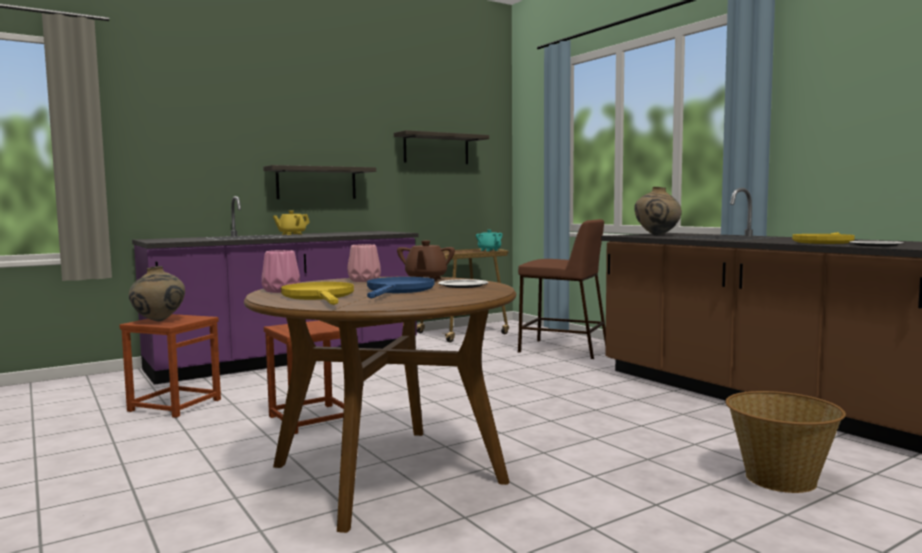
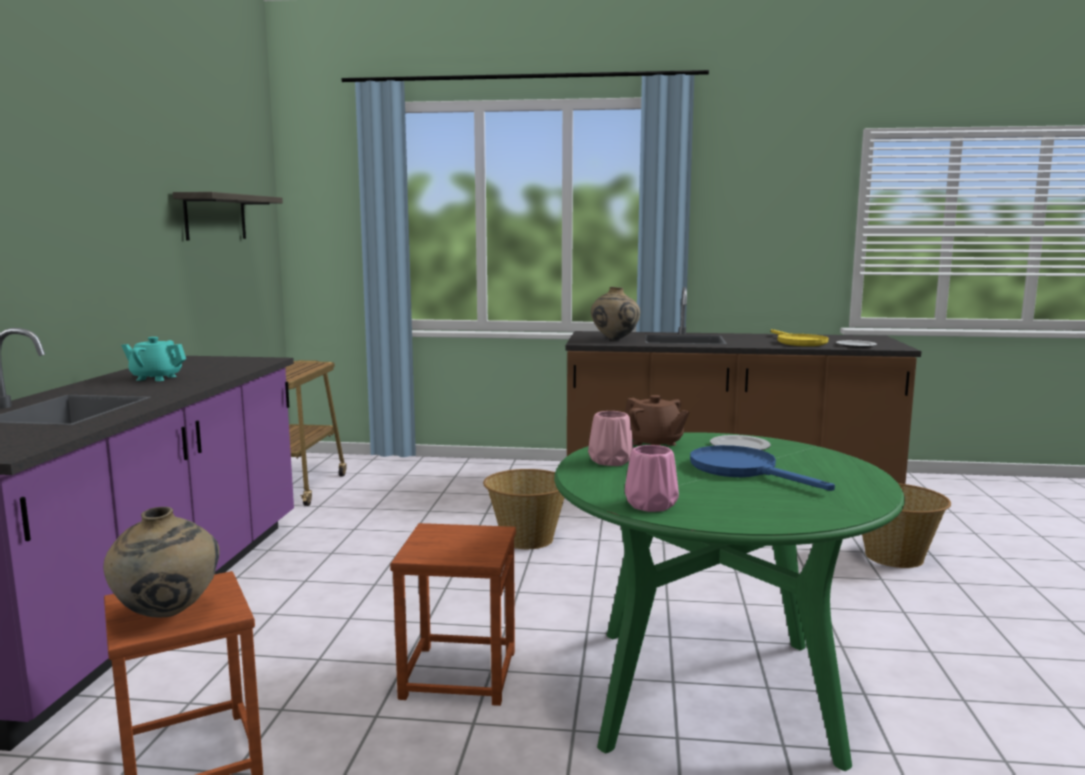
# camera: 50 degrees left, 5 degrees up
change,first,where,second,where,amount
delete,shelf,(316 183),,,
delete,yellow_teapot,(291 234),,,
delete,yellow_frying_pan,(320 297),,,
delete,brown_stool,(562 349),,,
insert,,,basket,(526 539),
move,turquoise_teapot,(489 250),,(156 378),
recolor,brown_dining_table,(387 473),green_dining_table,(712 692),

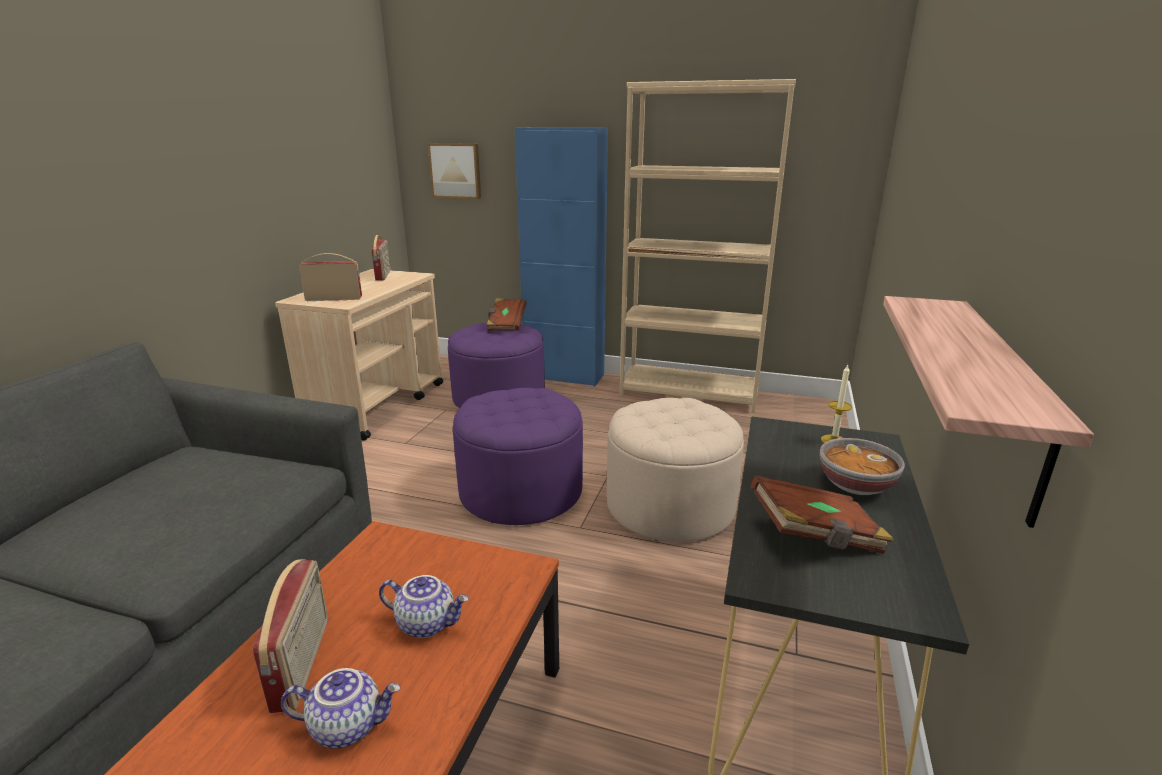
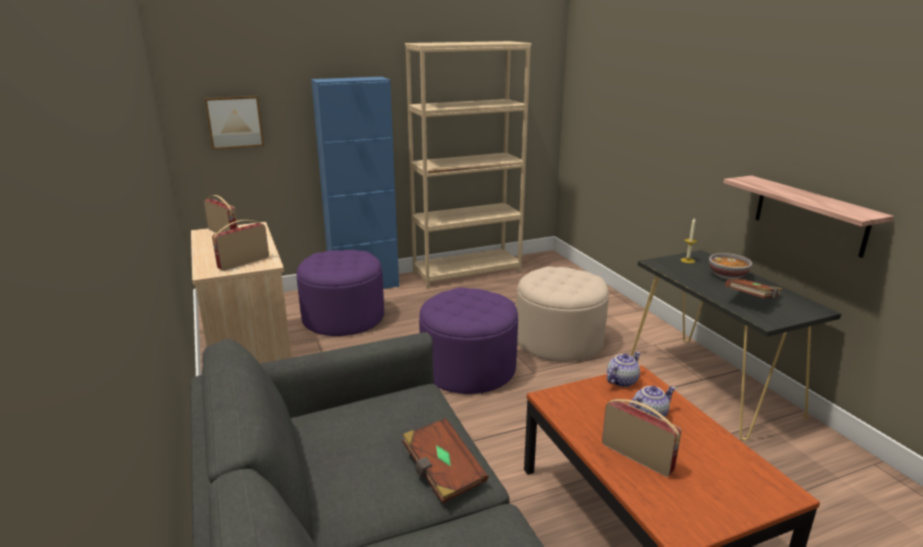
# camera: 40 degrees left, 0 degrees up
change,first,where,second,where,amount
move,teapot,(348 725),,(621 380),
move,brown_book,(506 324),,(443 473),

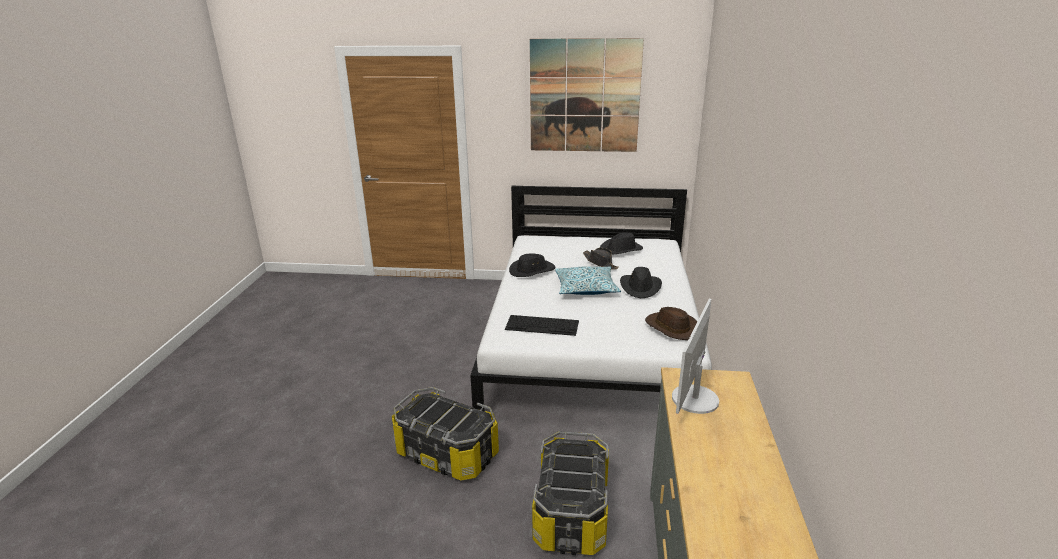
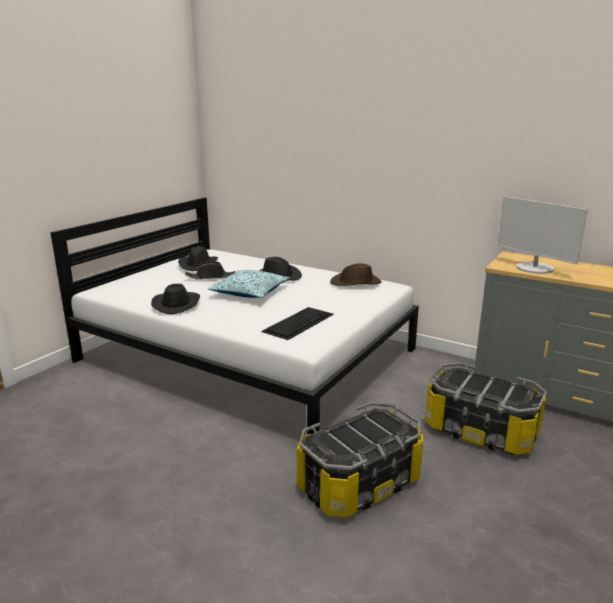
# camera: 65 degrees left, 5 degrees down
change,first,where,second,where,amount
delete,picture,(584 96),,,

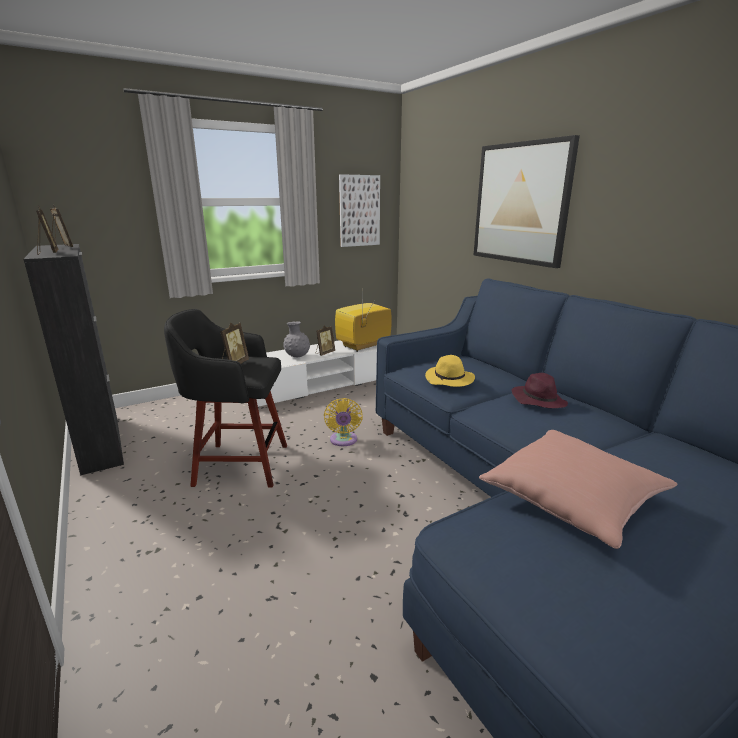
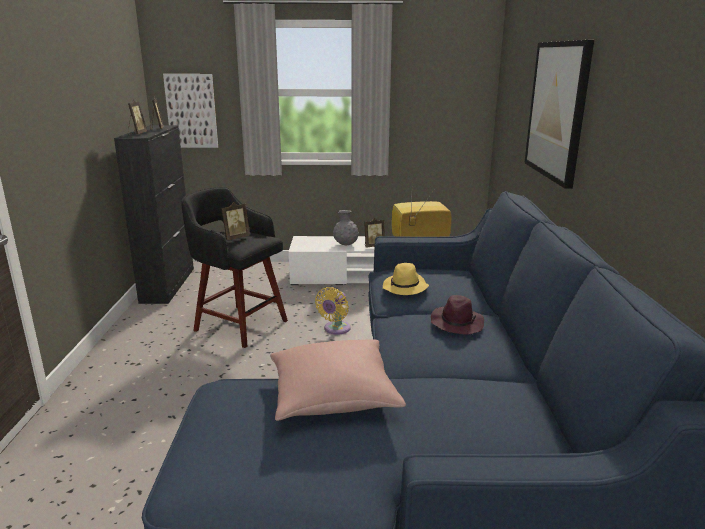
# camera: 30 degrees right, 0 degrees up
change,first,where,second,where,amount
move,picture,(359 211),,(191 111),

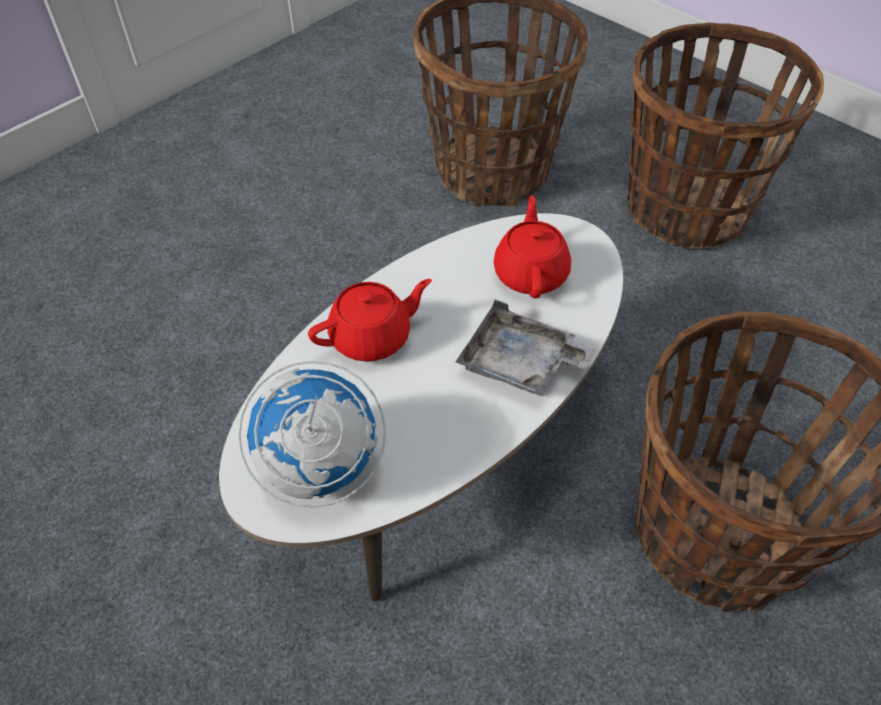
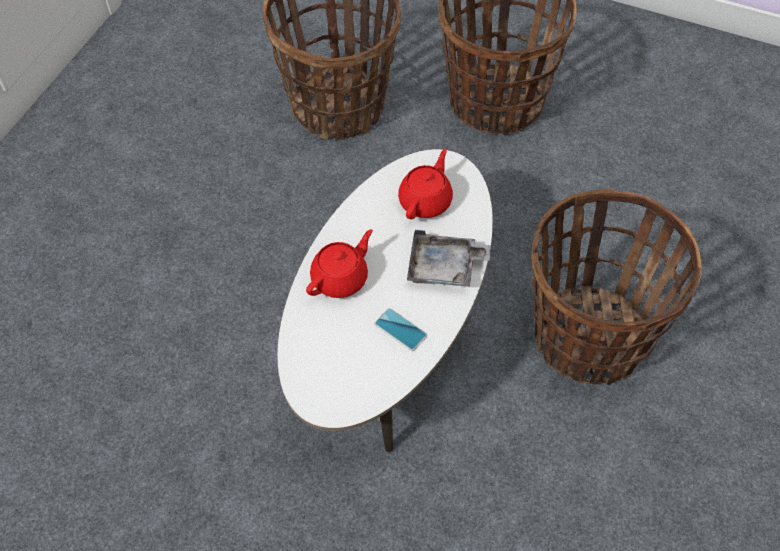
# camera: 20 degrees left, 5 degrees up
change,first,where,second,where,amount
delete,globe,(319 468),,,
insert,,,phone,(400 330),
rotate,red_teapot,(531 273),,(426 201),45 degrees clockwise

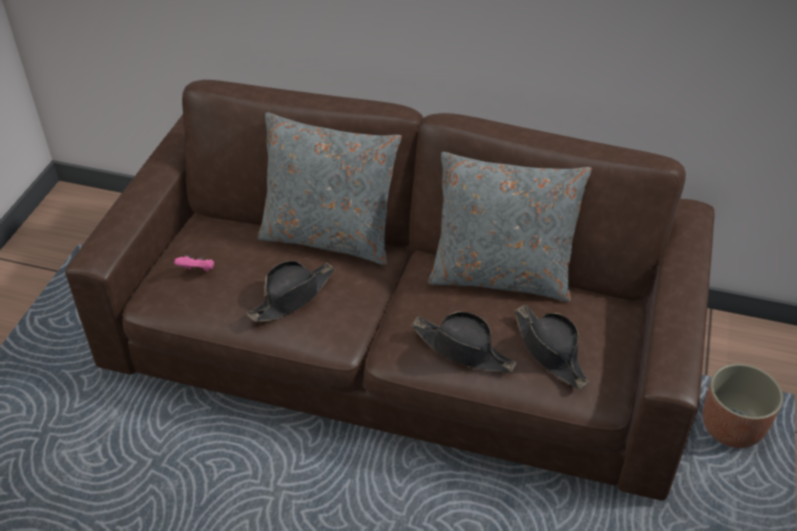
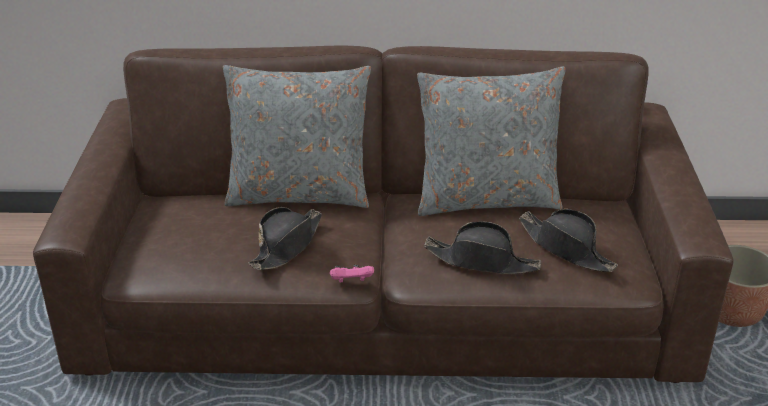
# camera: 15 degrees left, 10 degrees down
change,first,where,second,where,amount
move,pink_game_controller,(197 270),,(351 282),

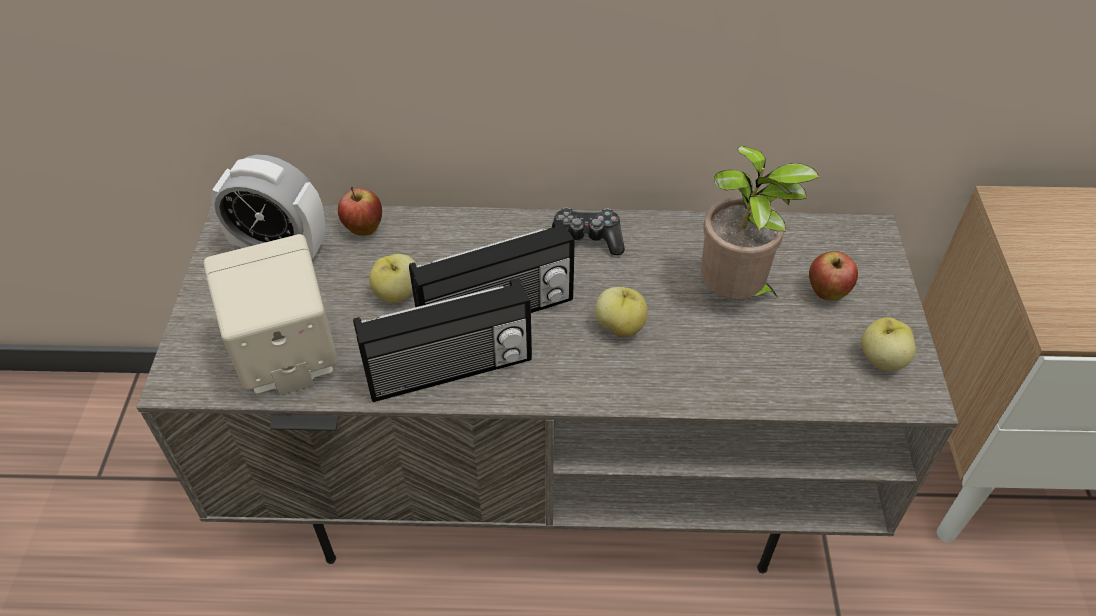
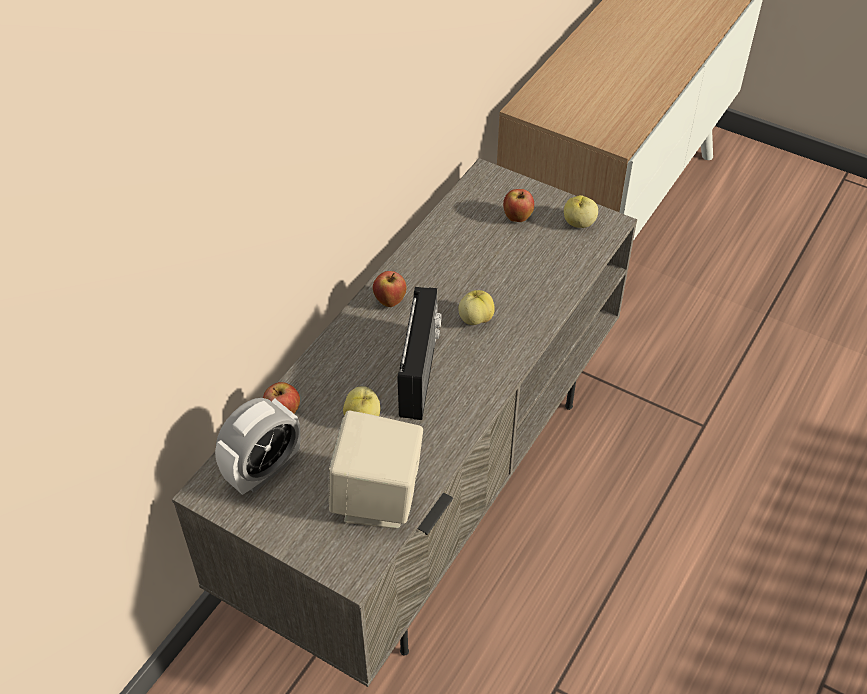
# camera: 60 degrees left, 0 degrees up
change,first,where,second,where,amount
delete,radio,(450 371),,,
delete,potted_plant,(734 295),,,
replace,game_controller,(586 240),apple,(390 301),

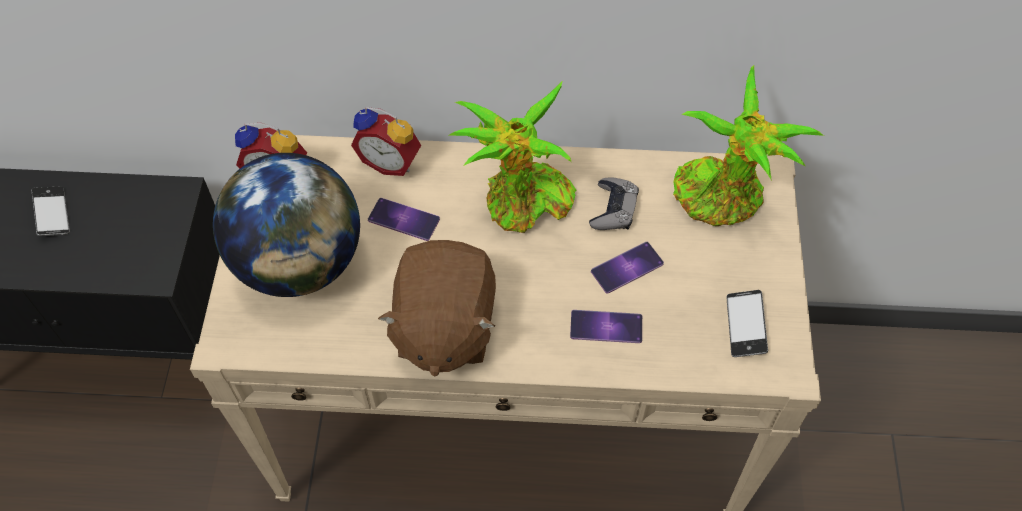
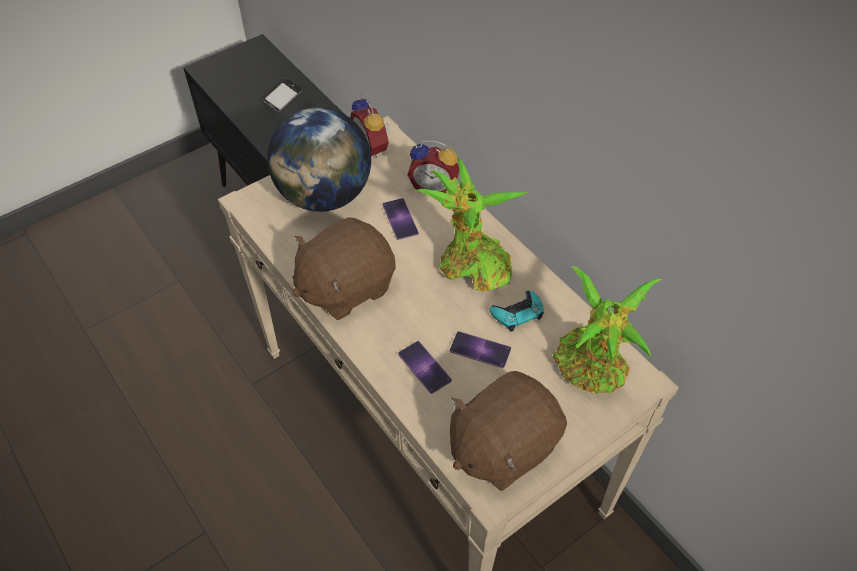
# camera: 50 degrees right, 5 degrees down
change,first,where,second,where,amount
replace,phone,(745 326),brown_plush_toy,(502 446),
recolor,grey_game_controller,(613 209),turquoise_game_controller,(517 313),
rotate,alarm_clock,(391 161),,(434 186),60 degrees counterclockwise

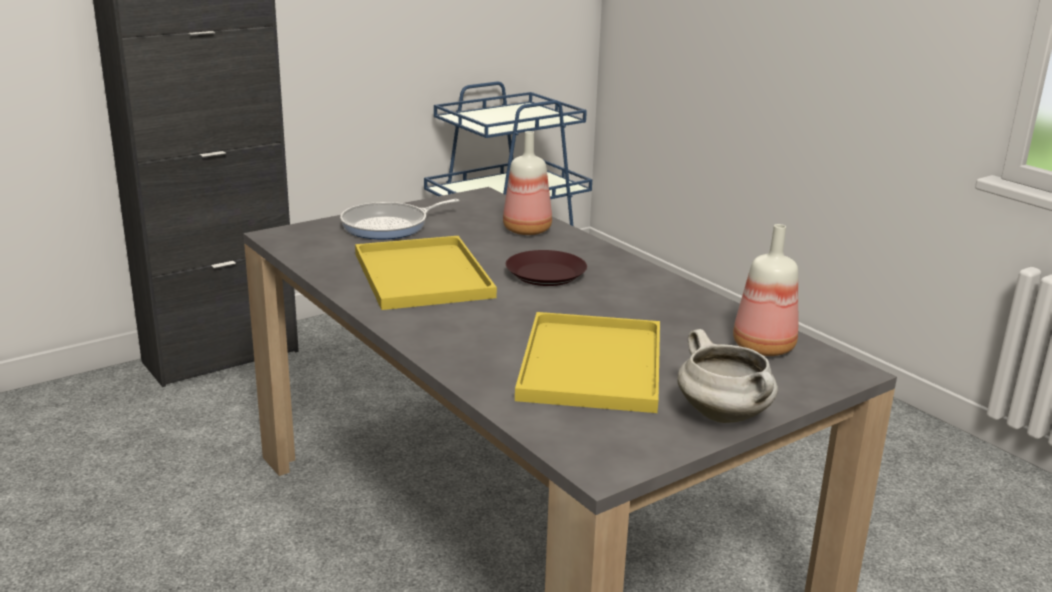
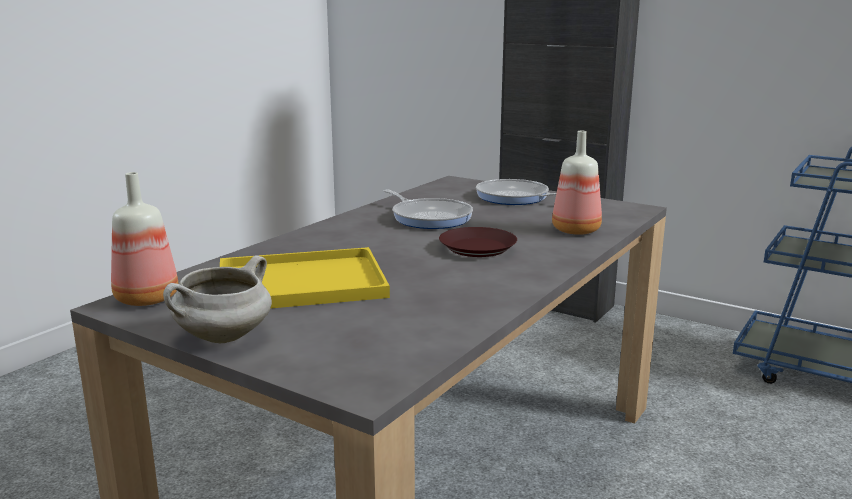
# camera: 70 degrees right, 5 degrees down
change,first,where,second,where,amount
move,bottle,(762 348),,(145 298),
replace,yellow_tray,(420 274),frying_pan,(429 217),

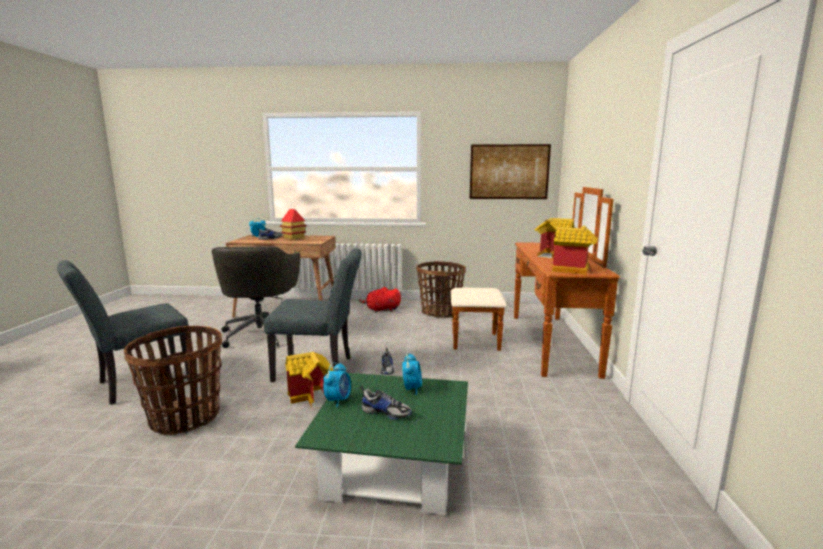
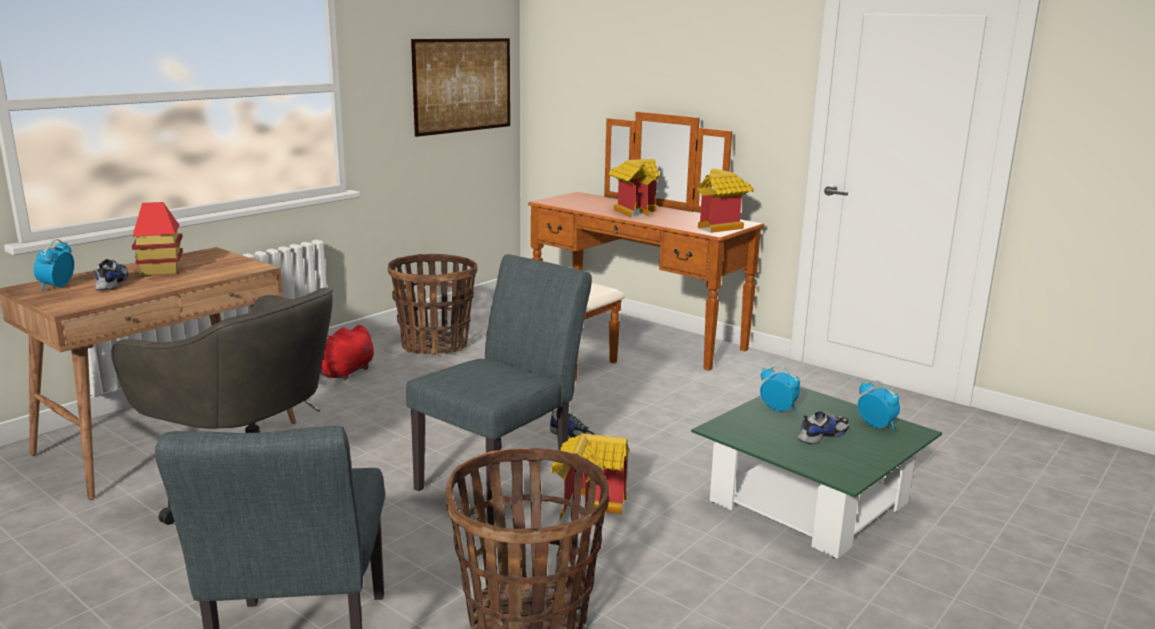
# camera: 55 degrees left, 5 degrees up
change,first,where,second,where,amount
move,alarm_clock,(338 400),,(876 426),

